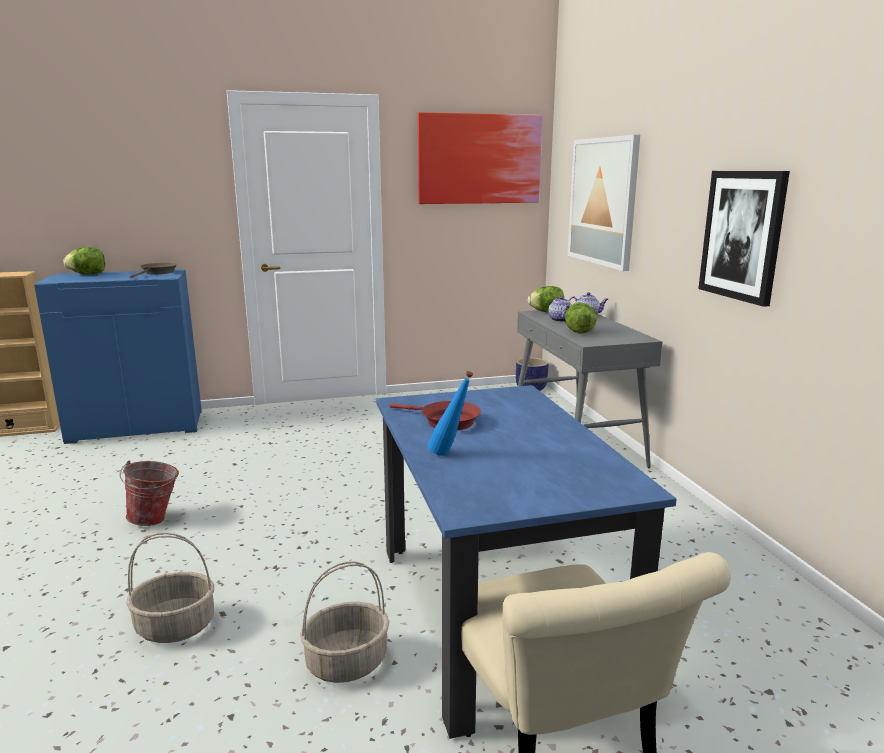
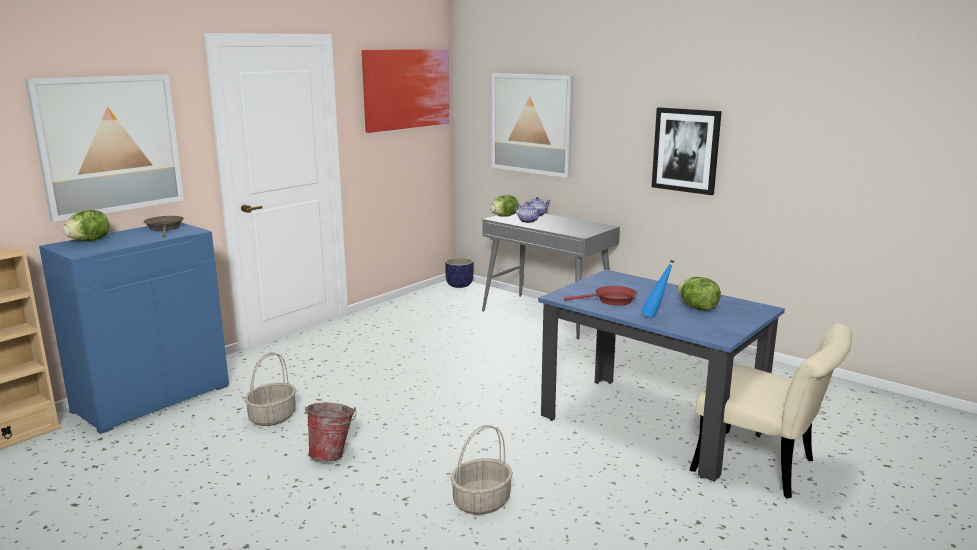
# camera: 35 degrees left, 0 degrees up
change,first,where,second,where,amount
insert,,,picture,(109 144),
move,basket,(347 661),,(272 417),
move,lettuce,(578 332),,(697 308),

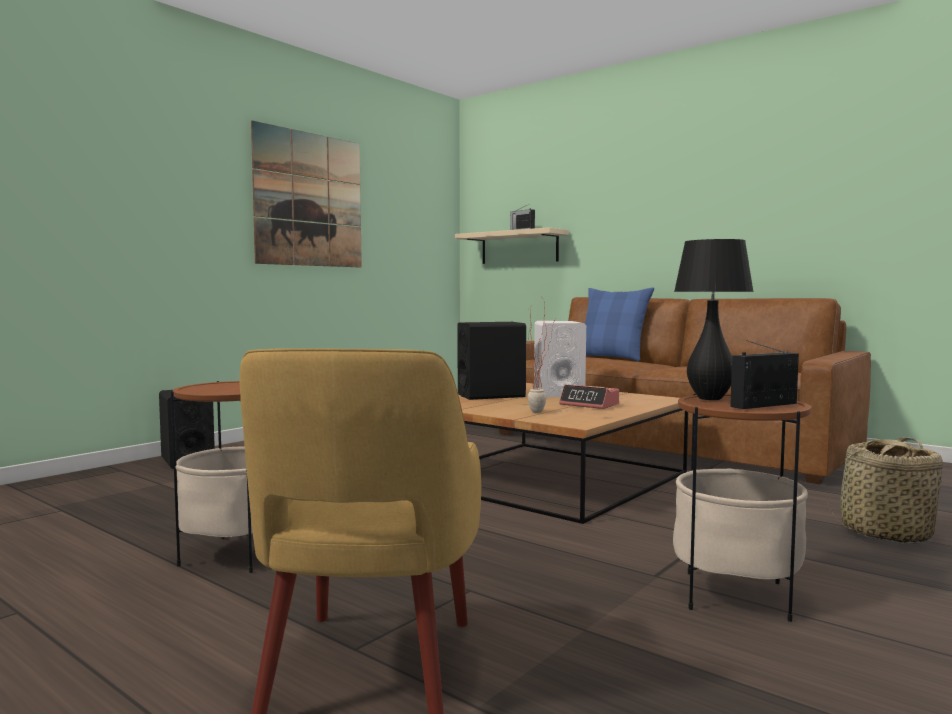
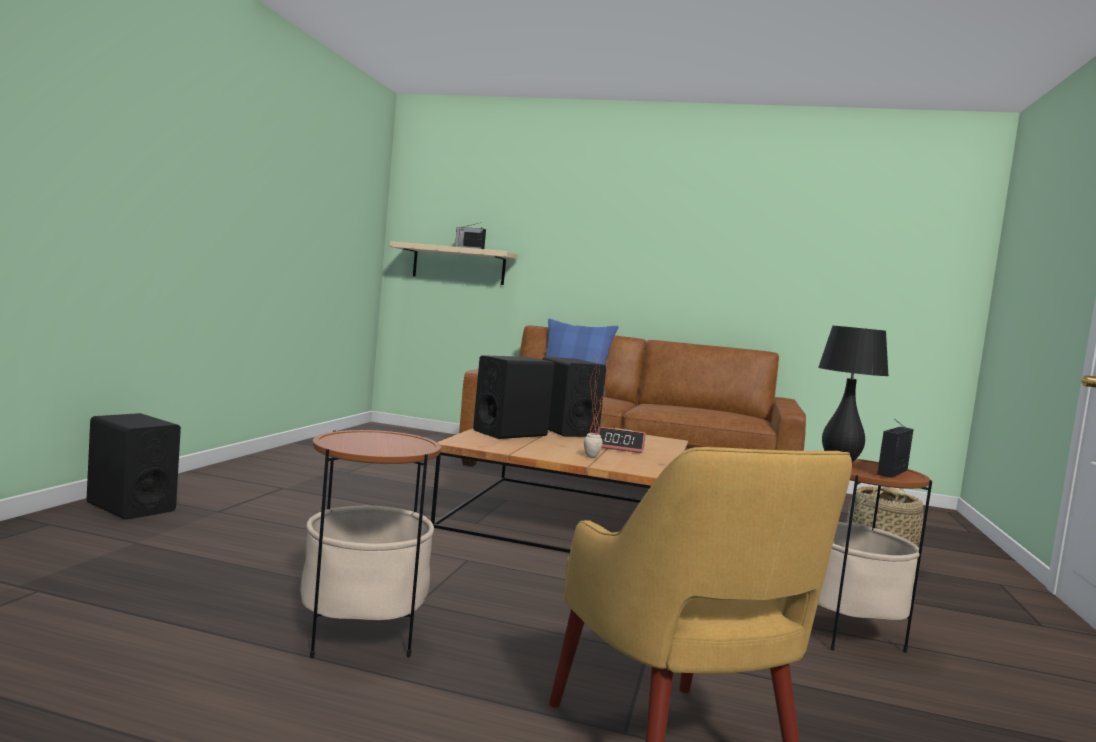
# camera: 25 degrees left, 0 degrees up
change,first,where,second,where,amount
delete,picture,(309 200),,,
recolor,white_speaker,(558 393),black_speaker,(566 431),

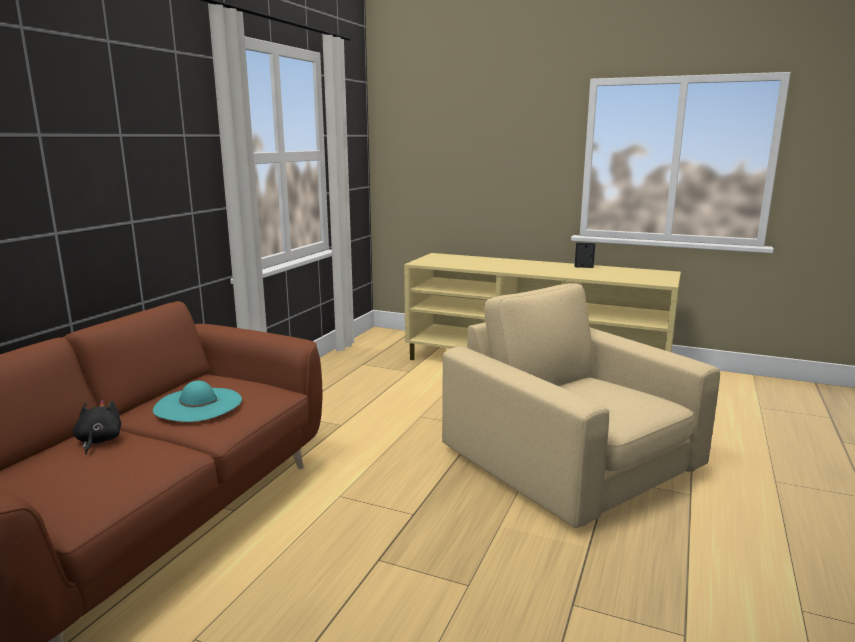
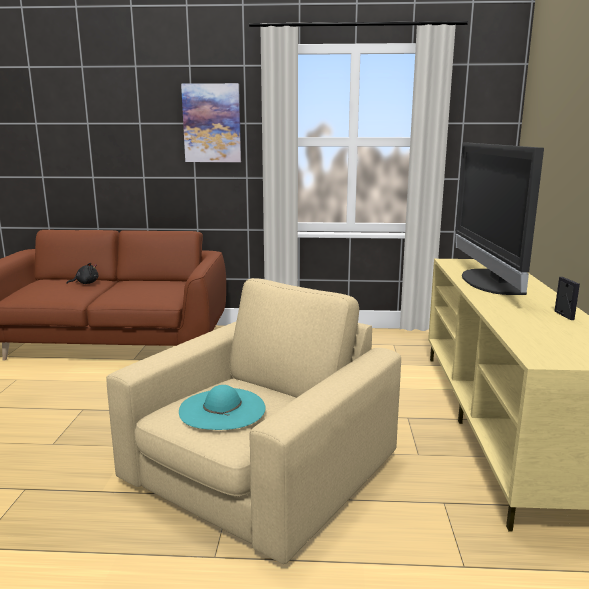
# camera: 70 degrees right, 0 degrees up
change,first,where,second,where,amount
insert,,,picture,(212 123),
insert,,,television,(487 282),
move,turquoise_hat,(198 404),,(222 409),

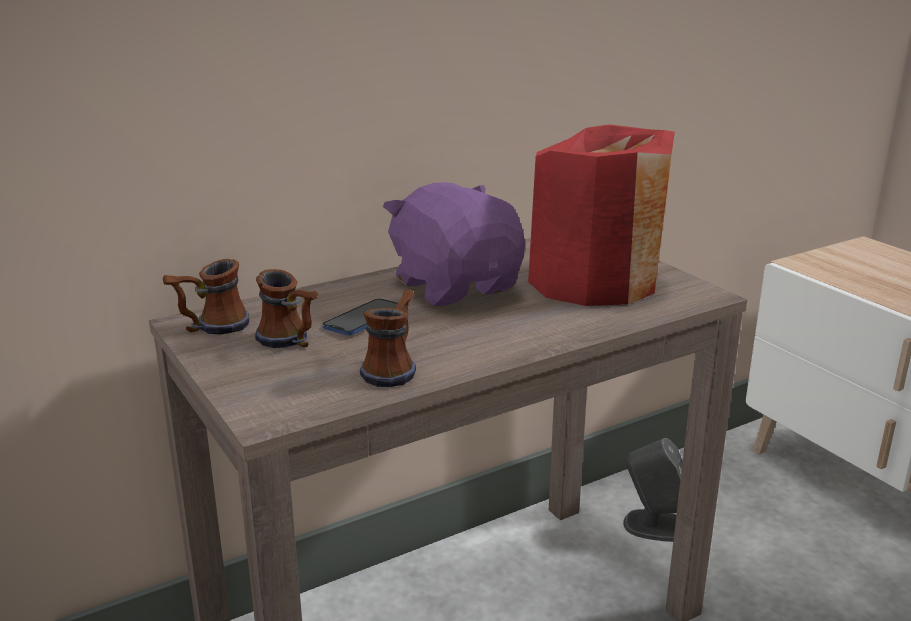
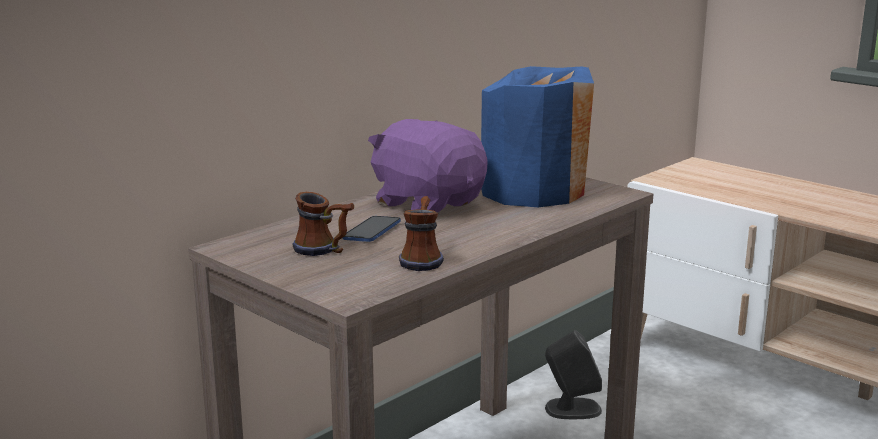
# camera: 15 degrees left, 5 degrees down
change,first,where,second,where,amount
delete,mug,(210 327),,,
recolor,red_vase,(595 281),blue_vase,(534 191),

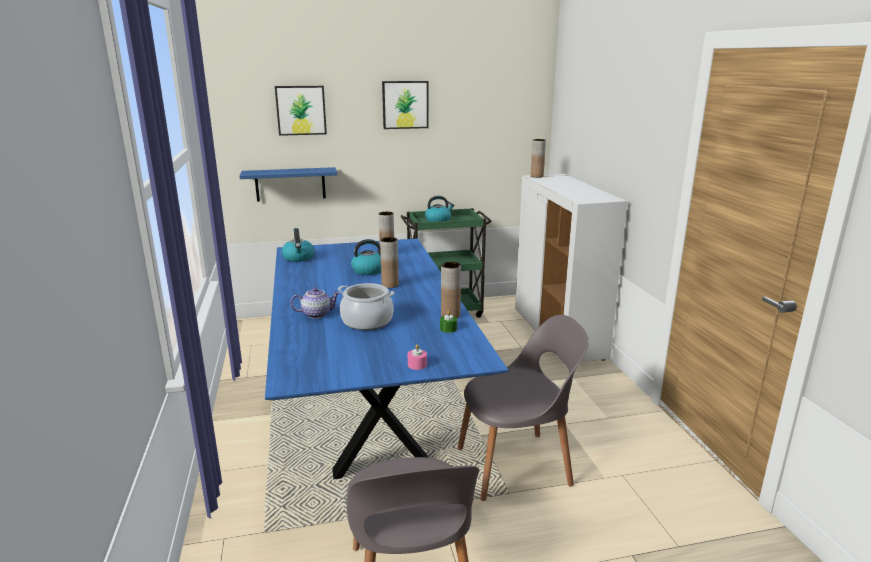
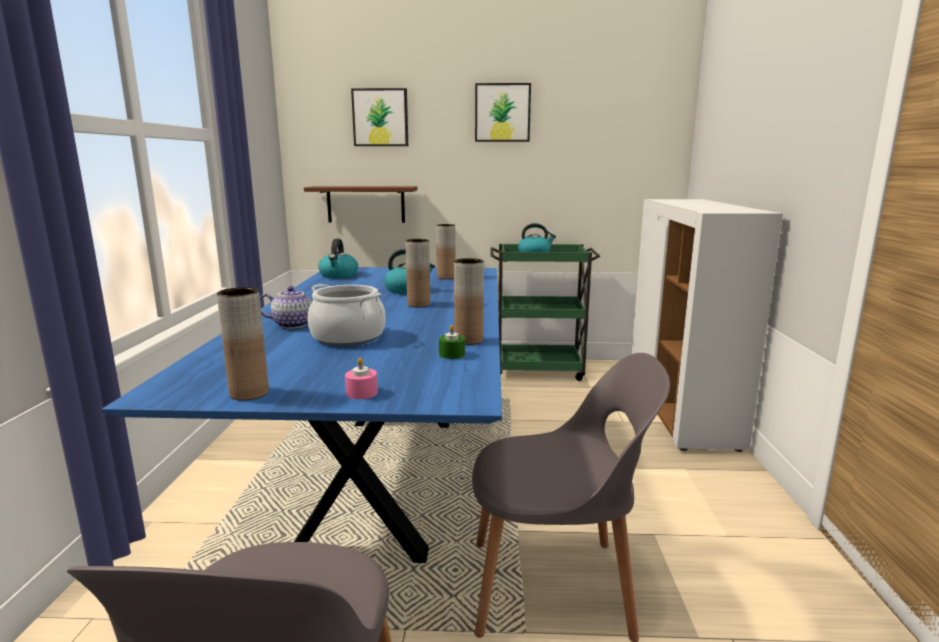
# camera: 15 degrees right, 5 degrees down
change,first,where,second,where,amount
move,brown_vase,(537 176),,(249 393),
recolor,blue_shelf,(290 184),brown_shelf,(366 204),

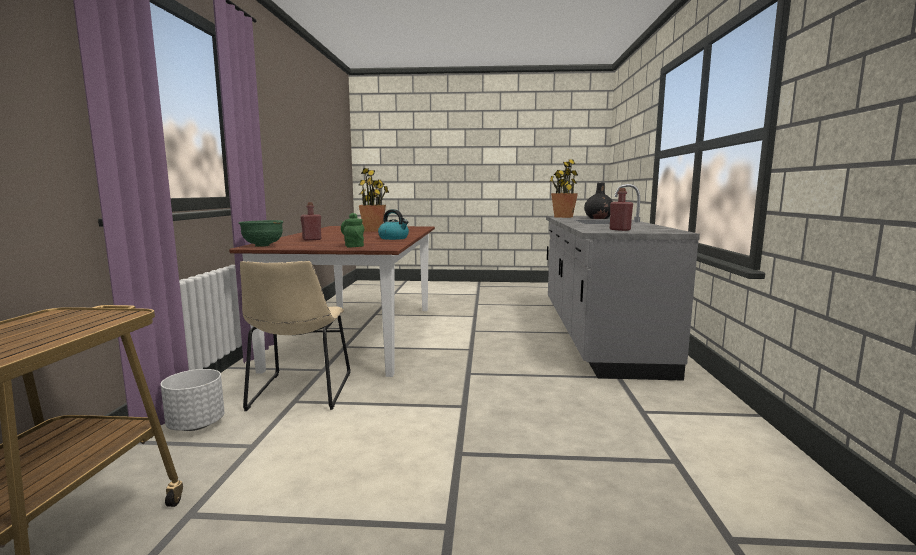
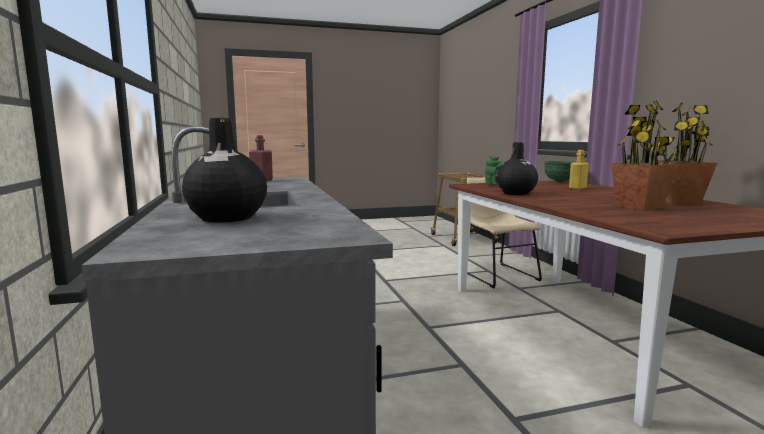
# camera: 160 degrees right, 0 degrees up
change,first,where,second,where,amount
delete,white_planter,(196 425),,,
move,potted_plant,(563 217),,(677 202),
replace,kettle,(394 238),black_vase,(515 193),
recolor,red_bottle,(312 239),yellow_bottle,(577 188),

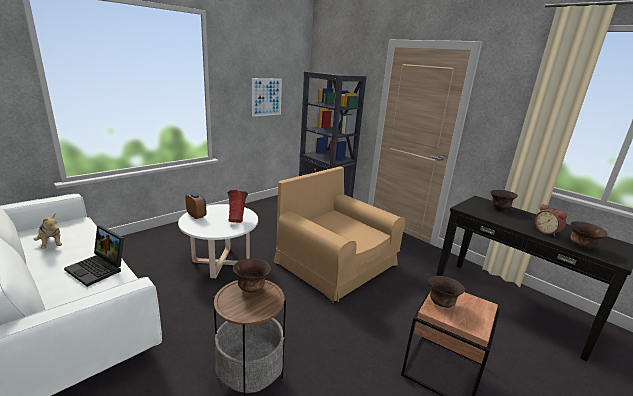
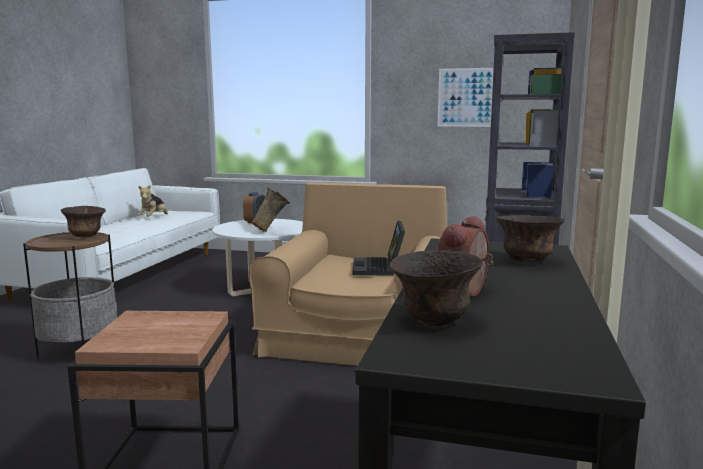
# camera: 60 degrees right, 10 degrees down
change,first,where,second,where,amount
delete,brown_bowl,(441 303),,,
move,laptop,(99 269),,(379 268),
recolor,red_vase,(237 220),beige_vase,(271 231),

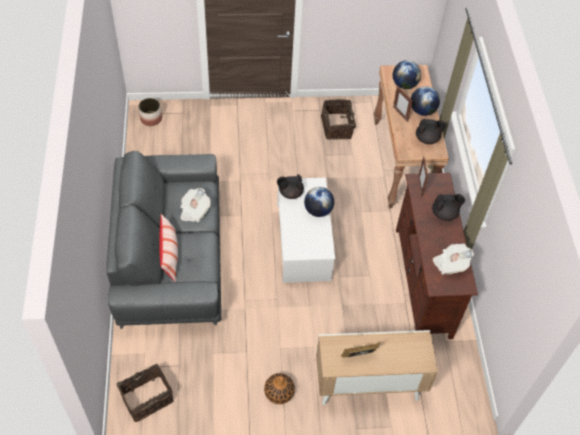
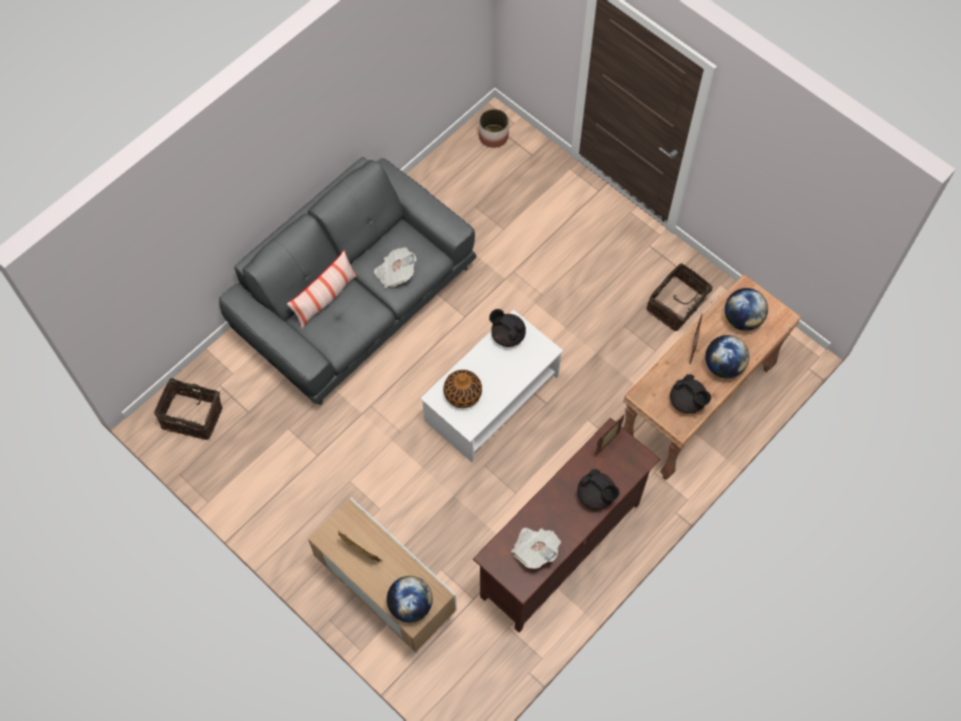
# camera: 50 degrees right, 10 degrees up
change,first,where,second,where,amount
move,vase,(279 392),,(463 394),
move,globe,(318 210),,(410 605),

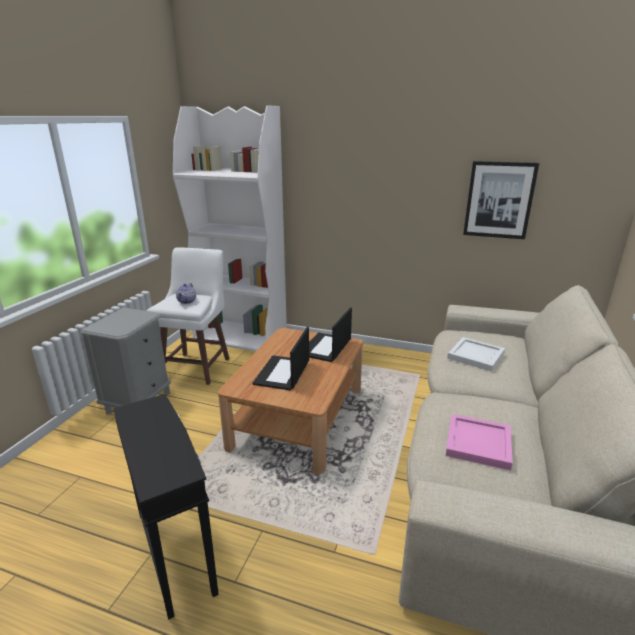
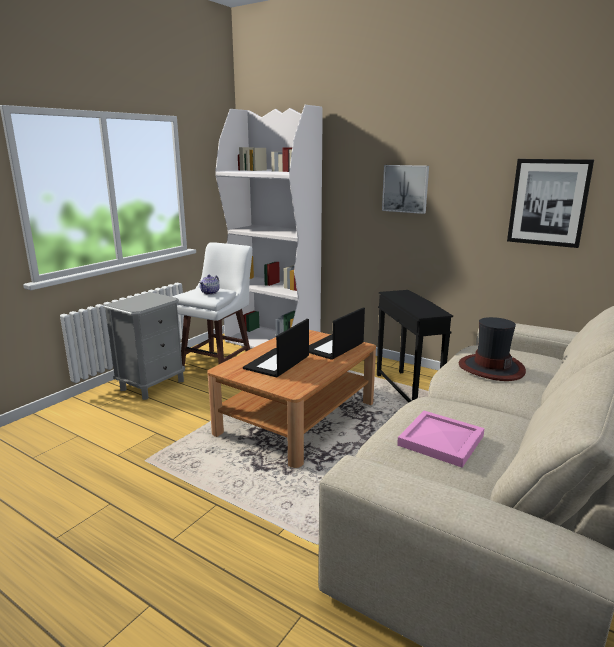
# camera: 15 degrees right, 5 degrees down
change,first,where,second,where,amount
insert,,,picture,(405 188),
move,black_side_table,(176 550),,(407 390),
replace,white_tray,(475 355),hat,(490 368),

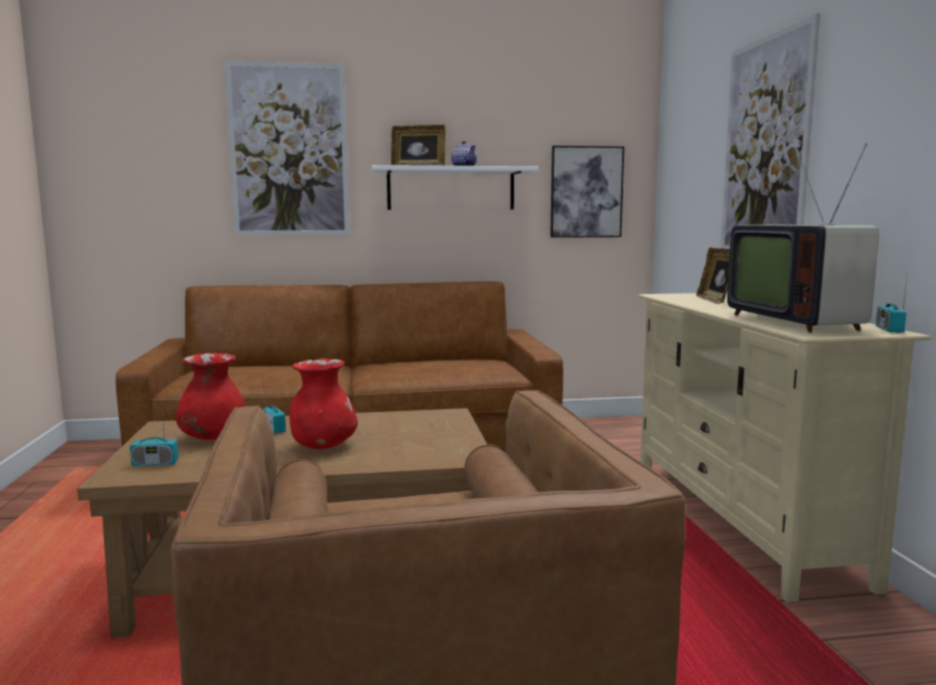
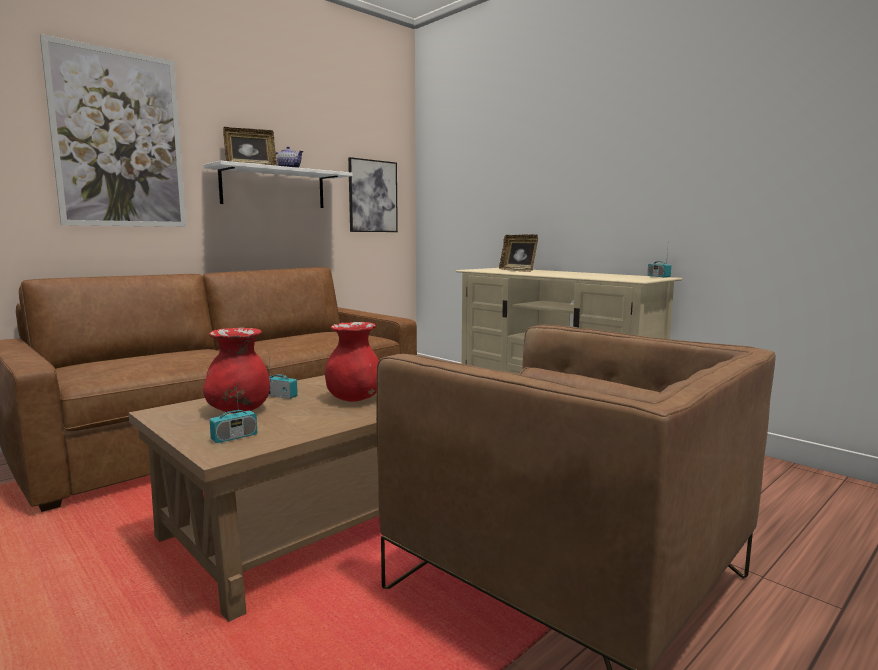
# camera: 35 degrees left, 0 degrees up
change,first,where,second,where,amount
delete,picture,(765 147),,,
delete,television,(797 321),,,

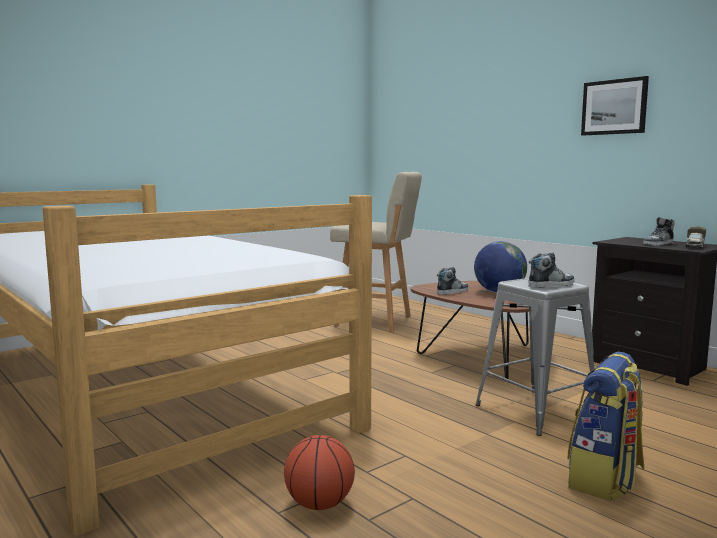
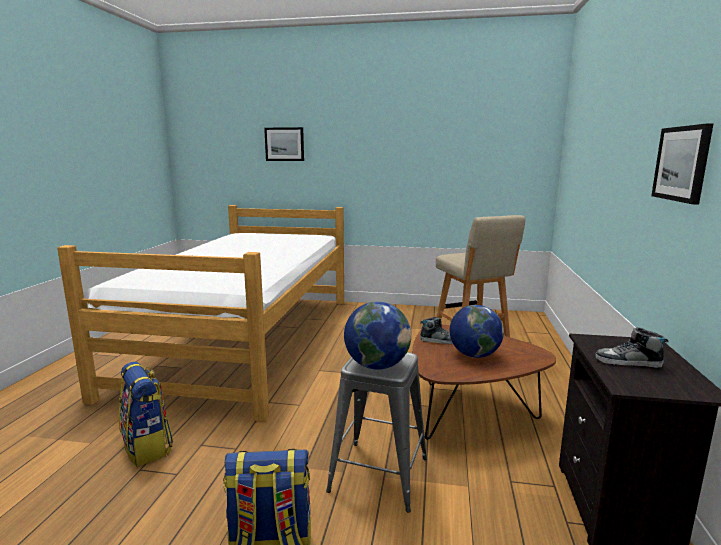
# camera: 50 degrees right, 5 degrees up
change,first,where,second,where,amount
delete,toy_truck,(695 246),,,
insert,,,picture,(284 144),
replace,basketball,(319 504),backpack,(148 447),
replace,shoe,(551 285),globe,(377 365),

